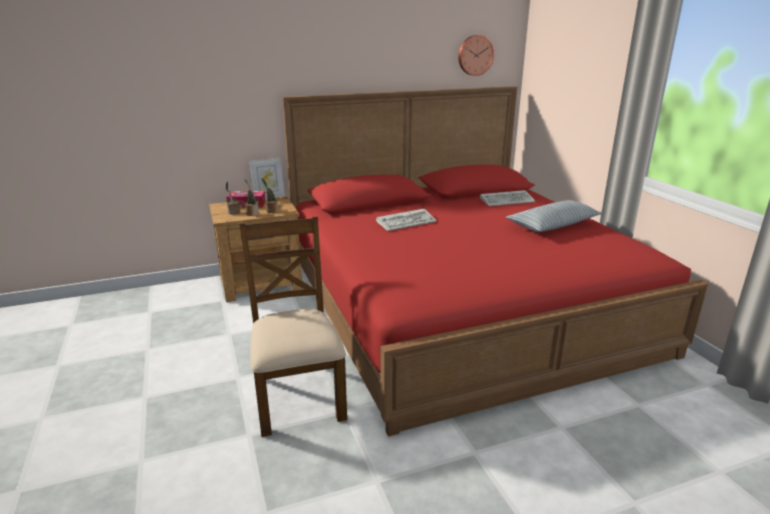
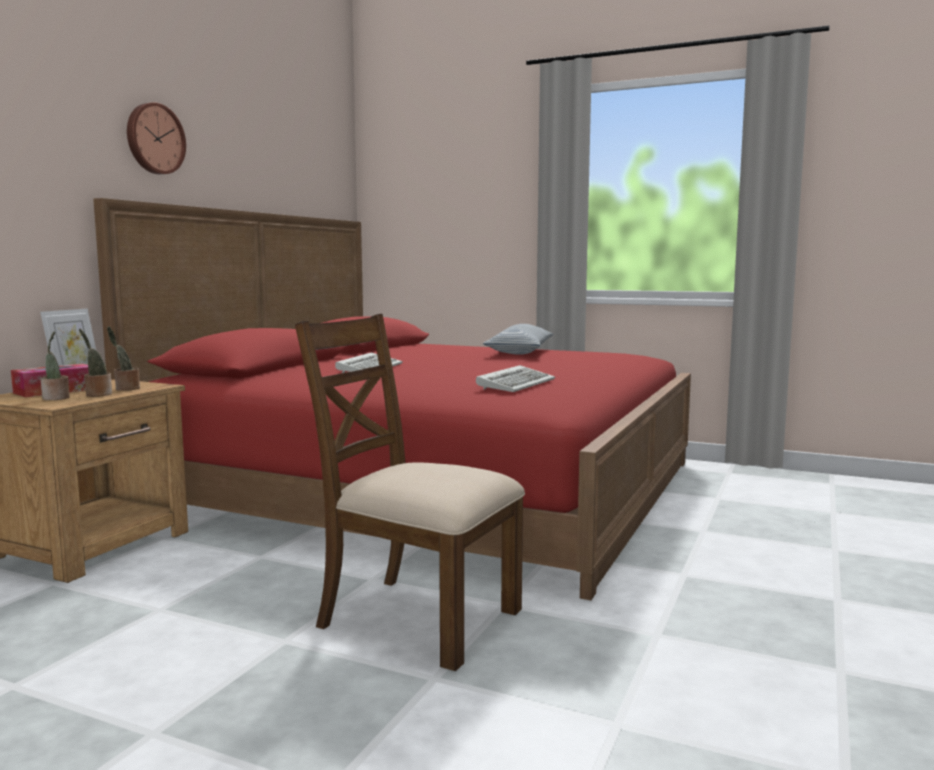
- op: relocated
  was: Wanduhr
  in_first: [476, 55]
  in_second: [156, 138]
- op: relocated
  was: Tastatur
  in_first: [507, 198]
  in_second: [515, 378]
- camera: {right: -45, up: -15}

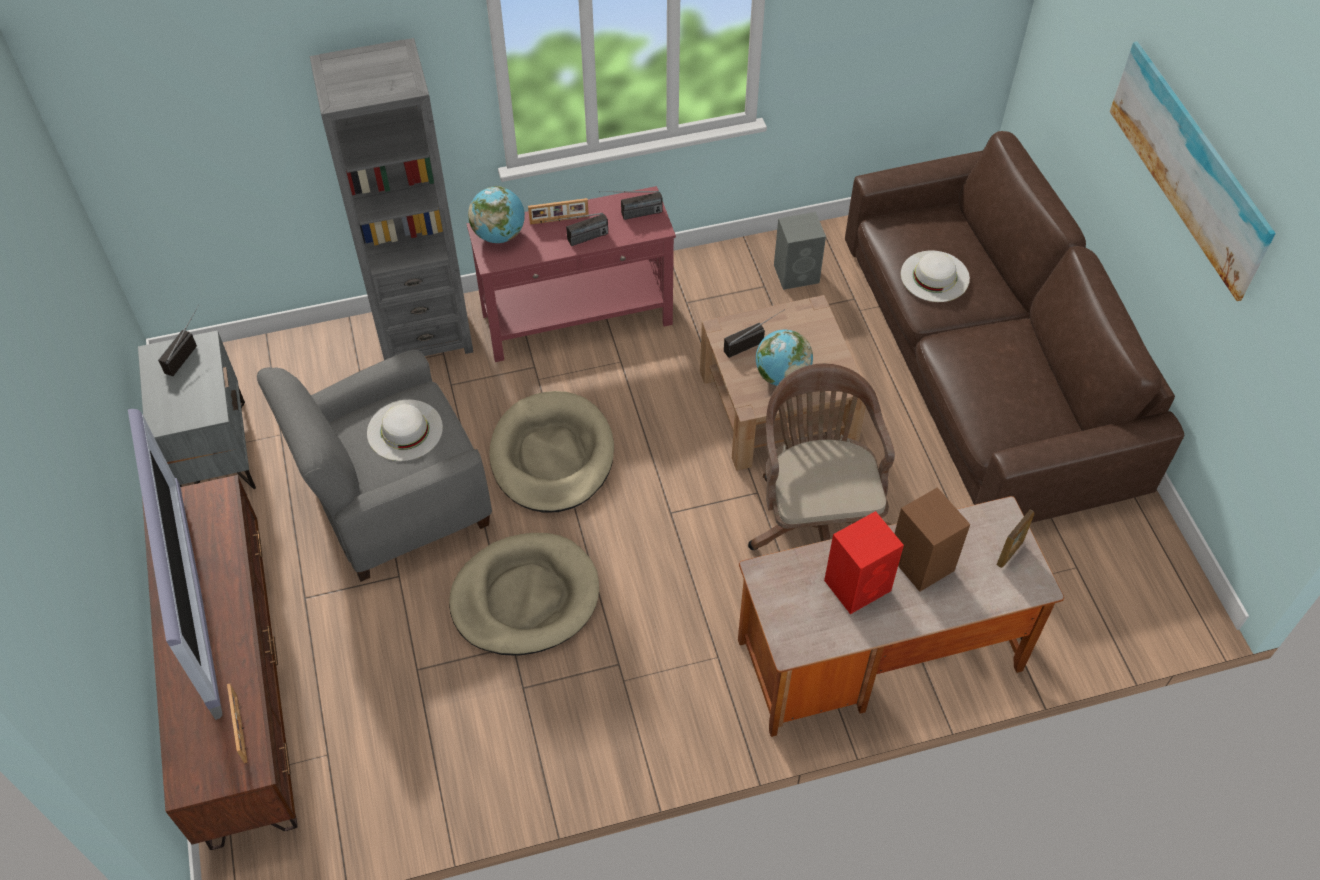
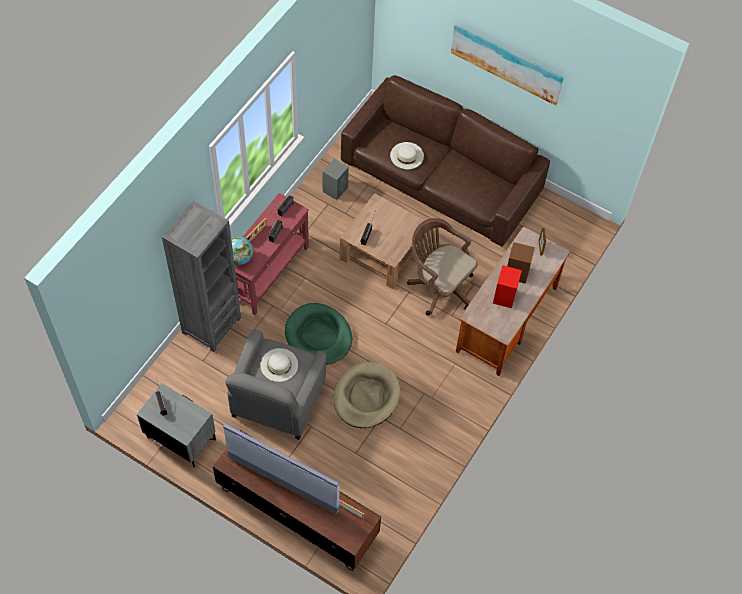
- op: colour
  was: Hundebett (beige)
  now: Hundebett (grün)
  in_first: [551, 452]
  in_second: [318, 334]
- op: missing
  was: Globus
  in_first: [784, 358]
- camera: {right: -45, up: 5}

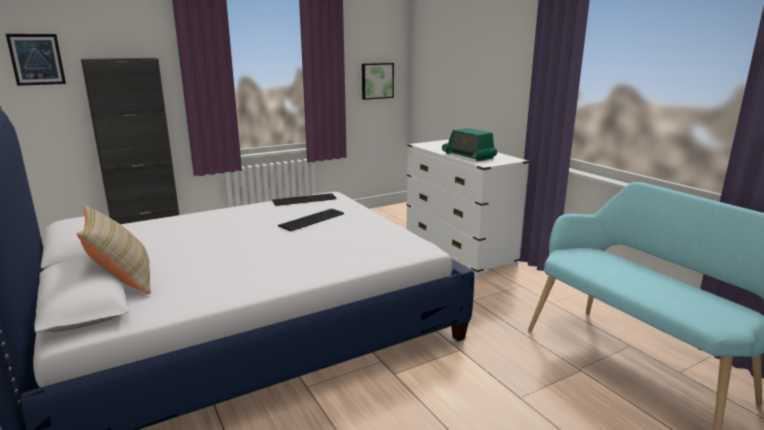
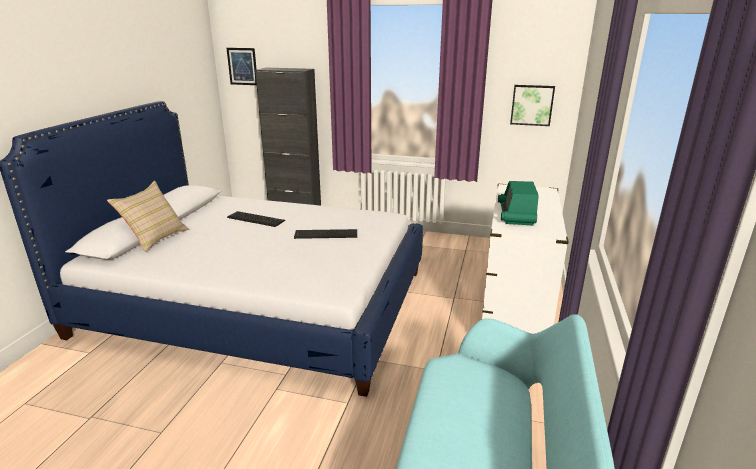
- op: relocated
  was: Tastatur
  in_first: [304, 199]
  in_second: [256, 219]
- camera: {right: 45, up: 5}

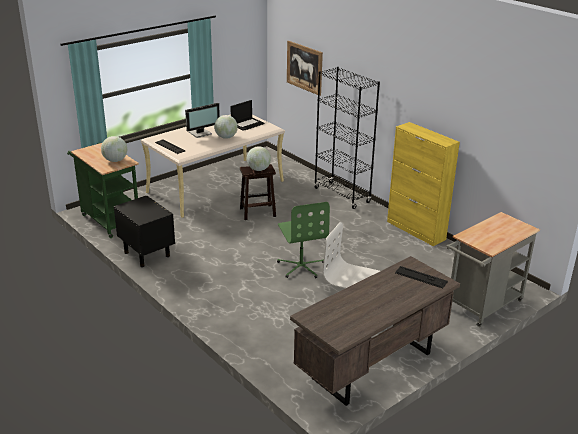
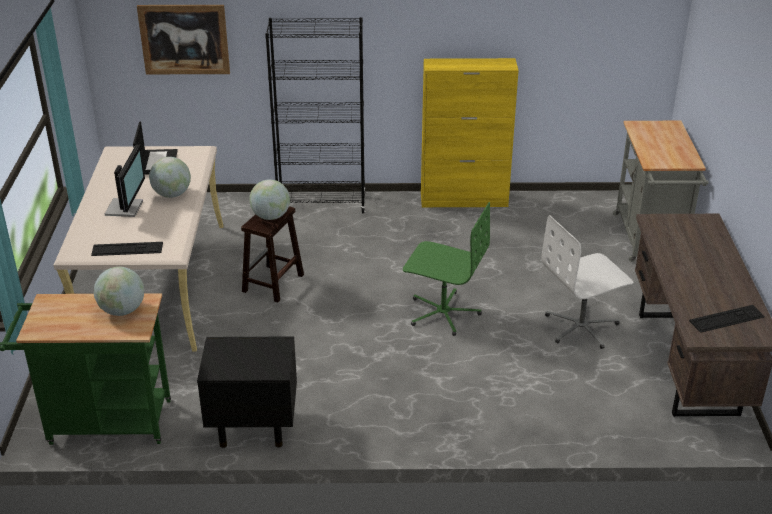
- op: relocated
  was: Tastatur
  in_first: [421, 277]
  in_second: [727, 319]
- camera: {right: -50, up: 5}

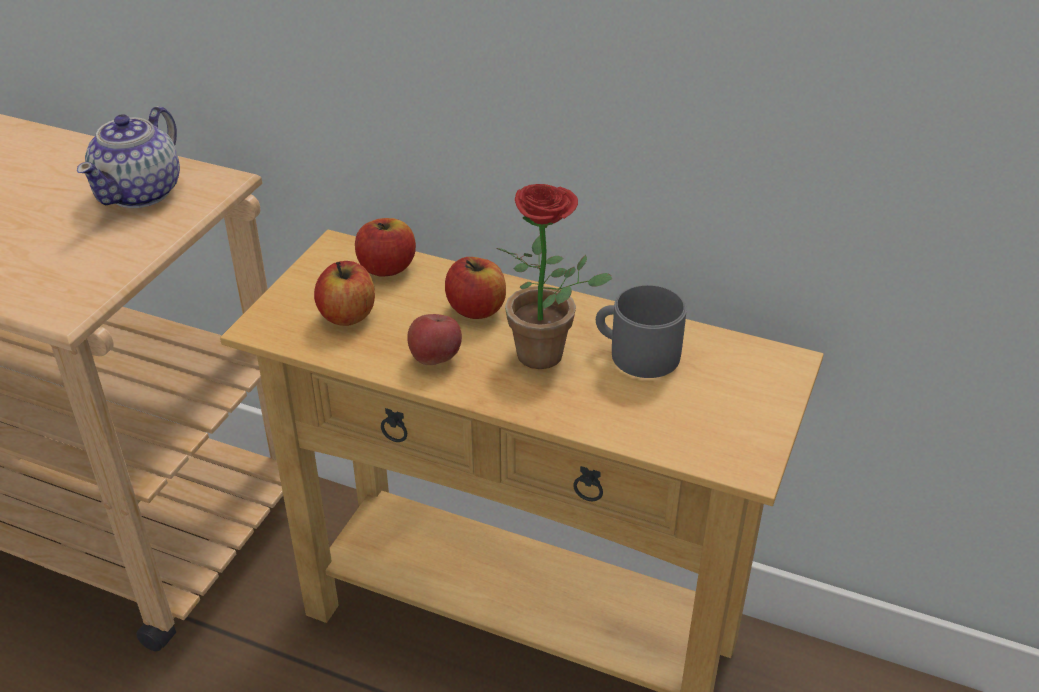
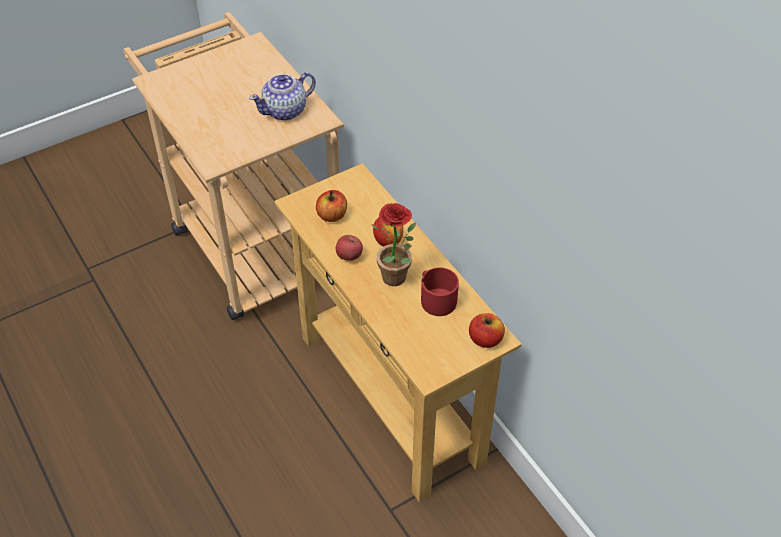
- op: relocated
  was: Apfel
  in_first: [385, 247]
  in_second: [487, 330]
- op: colour
  was: Henkelbecher (grau)
  now: Henkelbecher (rot)
  in_first: [641, 331]
  in_second: [440, 292]
- camera: {right: 35, up: 10}

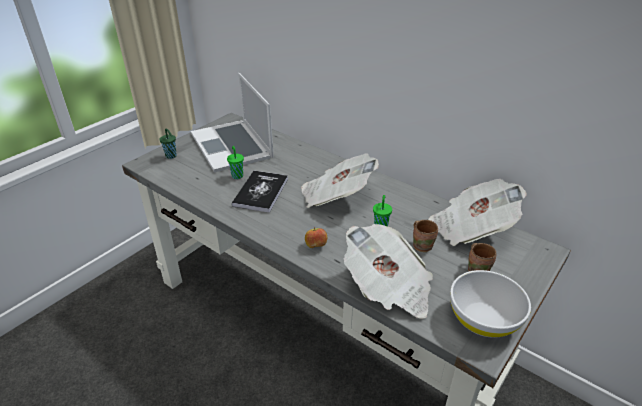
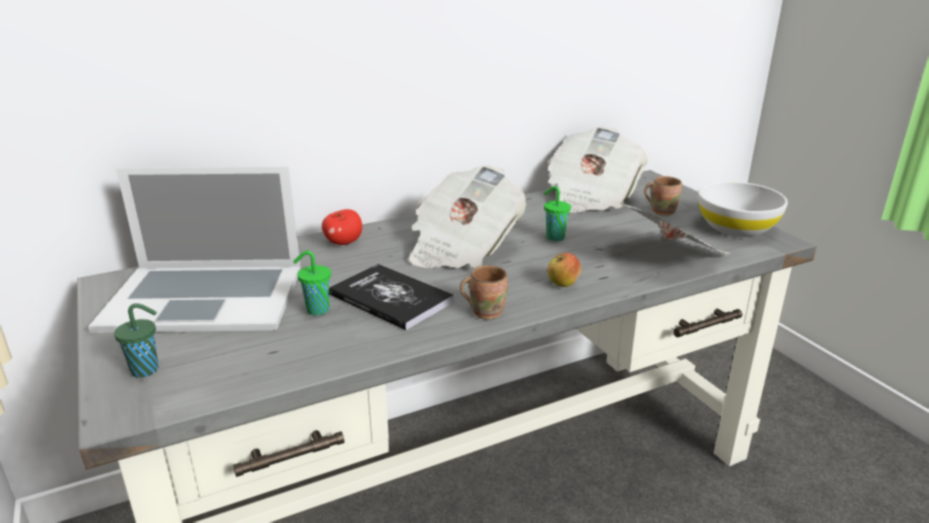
- op: relocated
  was: Henkelbecher (braun)
  in_first: [425, 236]
  in_second: [484, 292]
- op: appeared
  now: Apfel
  in_second: [342, 227]
- camera: {right: -65, up: -10}

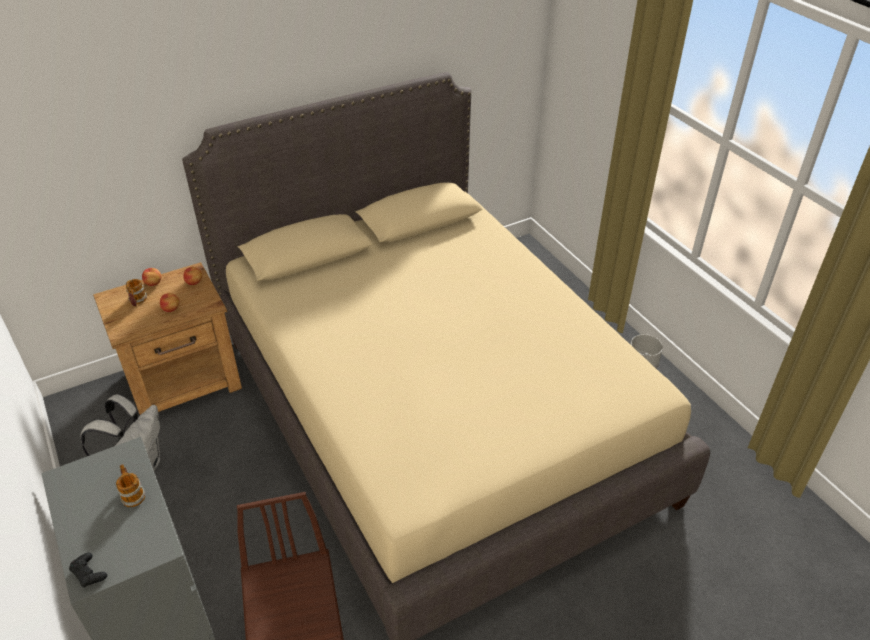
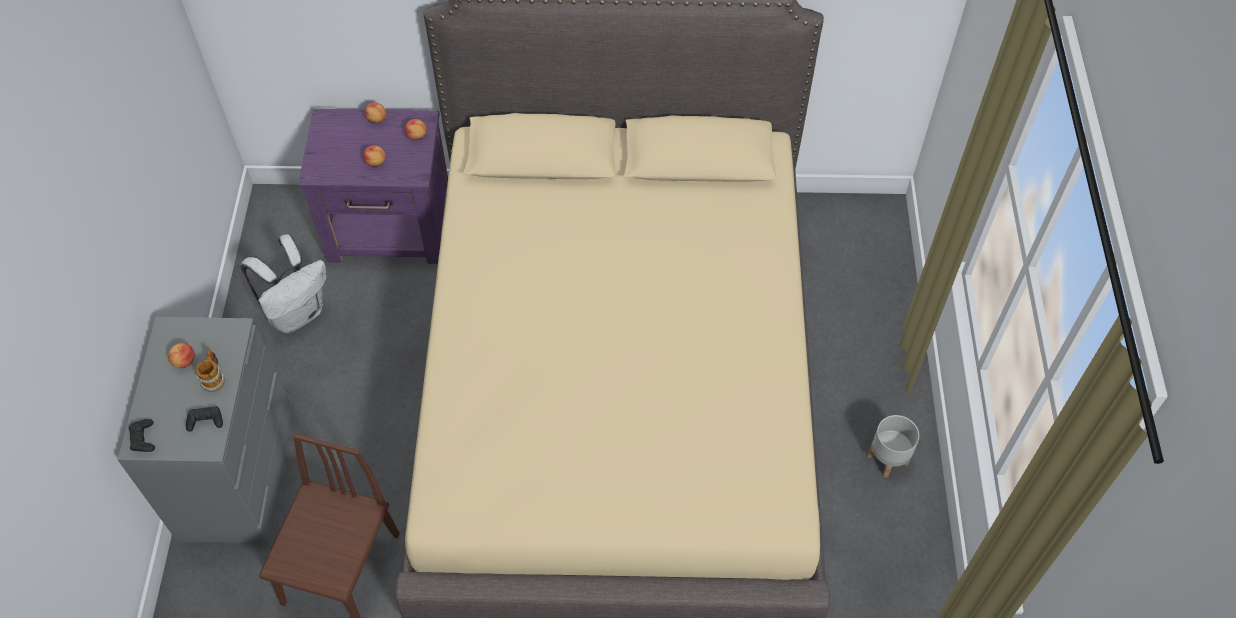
- op: colour
  was: Nachttisch (braun)
  now: Nachttisch (lila)
  in_first: [167, 338]
  in_second: [373, 186]
- op: missing
  was: Henkelbecher
  in_first: [136, 293]
- op: appeared
  now: Apfel
  in_second: [181, 355]
- op: appeared
  now: Gamepad (schwarz)
  in_second: [204, 419]
- camera: {right: 30, up: 15}

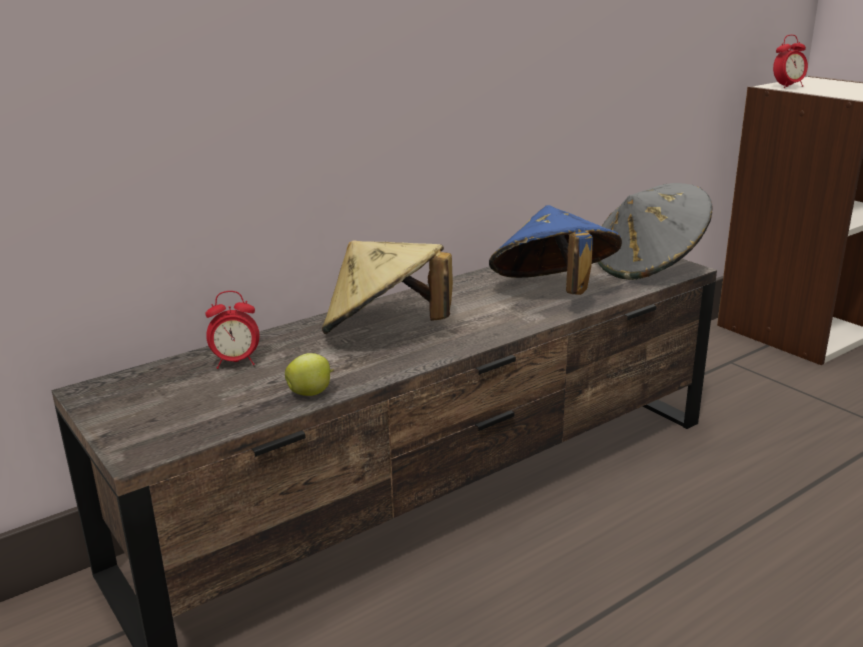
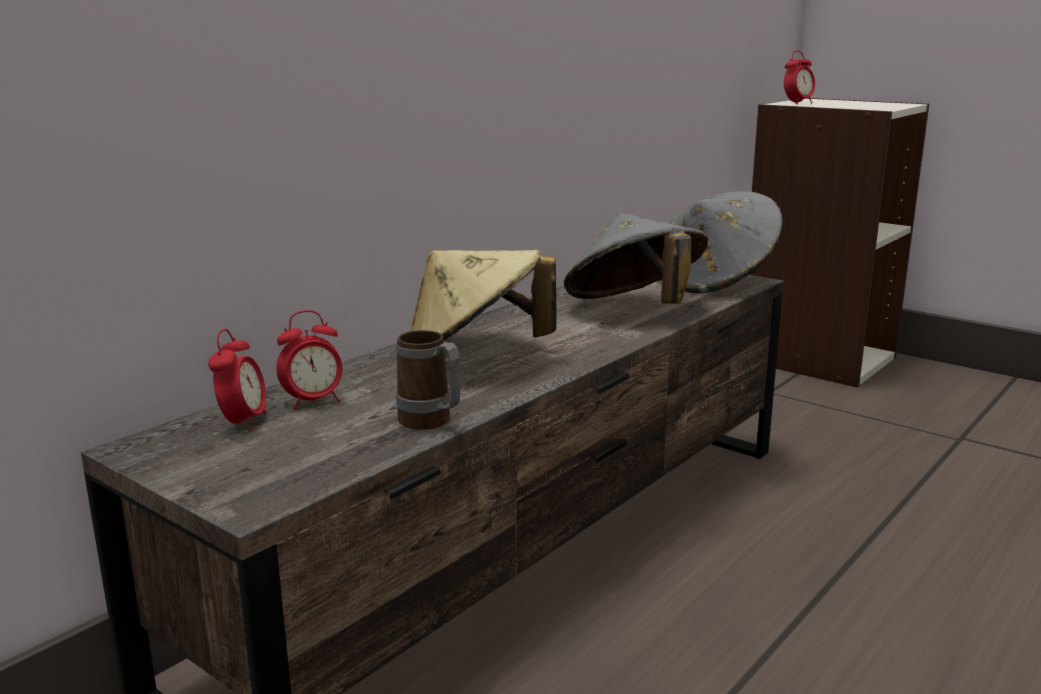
- op: exchanged
  was: Apfel
  now: Henkelbecher
  in_first: [309, 374]
  in_second: [428, 380]
- op: colour
  was: Hut (blau)
  now: Hut (grau)
  in_first: [555, 250]
  in_second: [636, 258]
- op: appeared
  now: Wecker
  in_second: [237, 380]
- camera: {right: -15, up: -5}

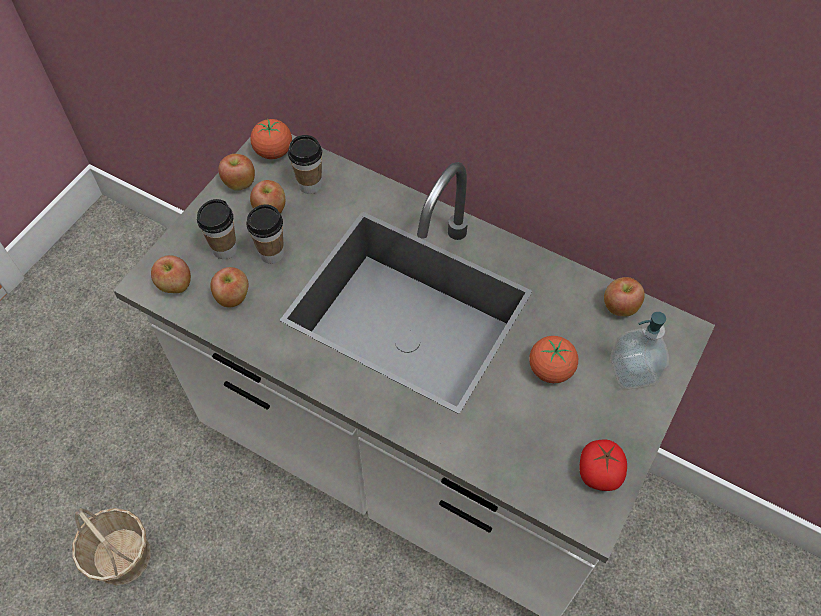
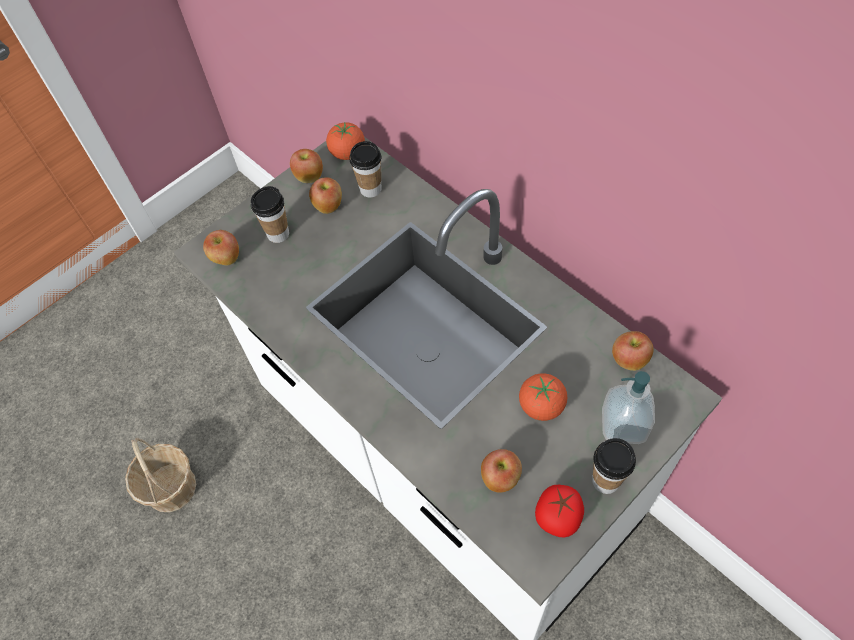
- op: relocated
  was: Apfel
  in_first: [229, 287]
  in_second: [501, 471]
- op: relocated
  was: Tasse
  in_first: [265, 234]
  in_second: [614, 466]
- camera: {right: 20, up: 0}

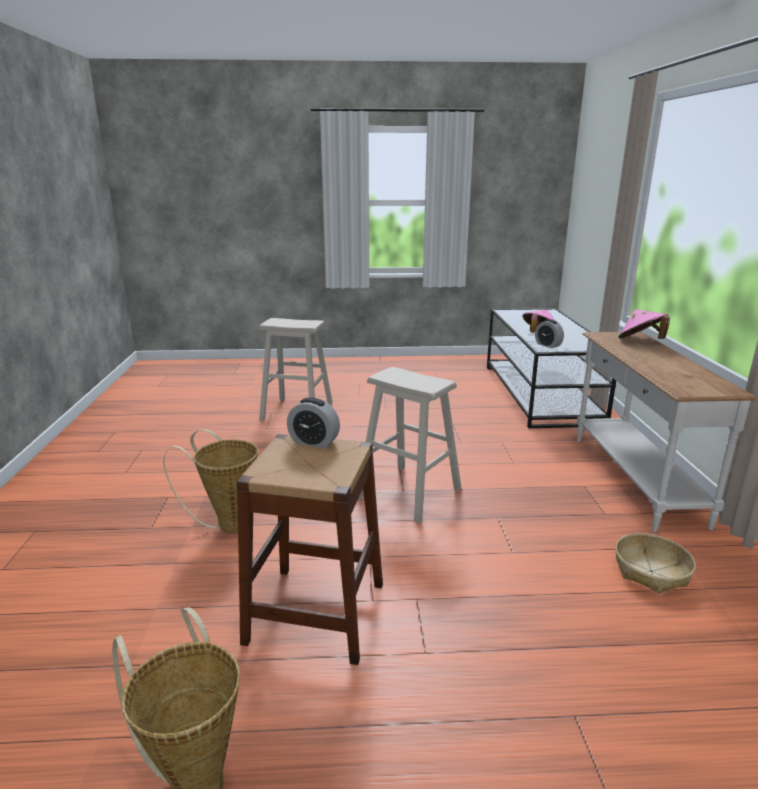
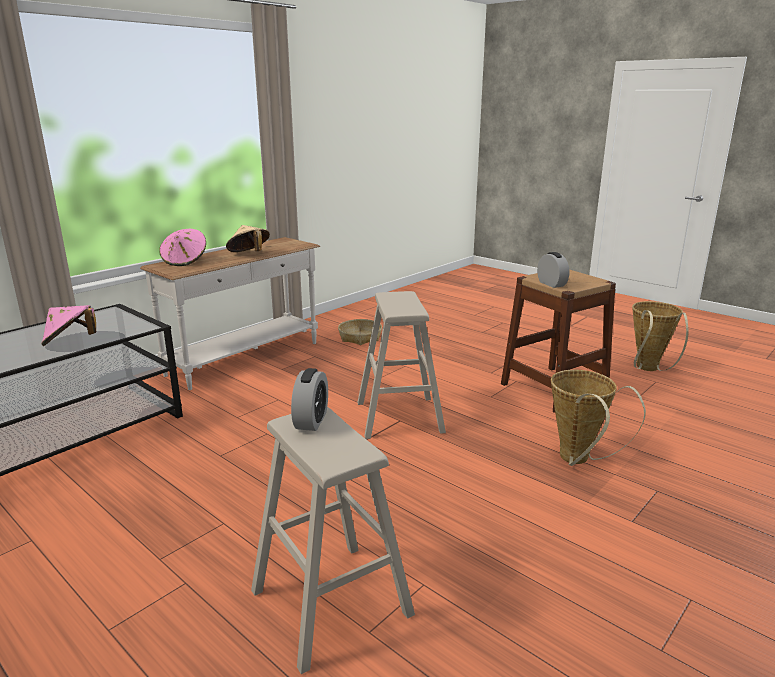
- op: relocated
  was: Wecker
  in_first: [549, 333]
  in_second: [309, 399]
- op: appeared
  now: Hut (beige)
  in_second: [248, 238]
- camera: {right: -135, up: 0}

